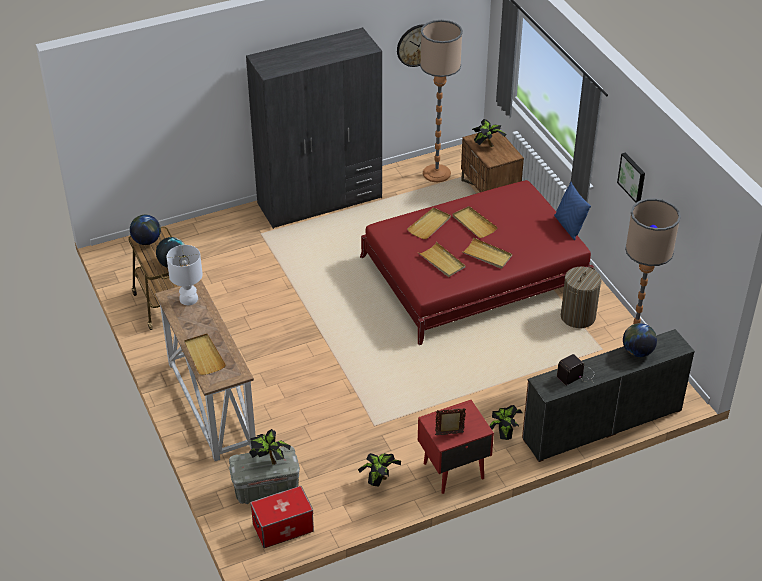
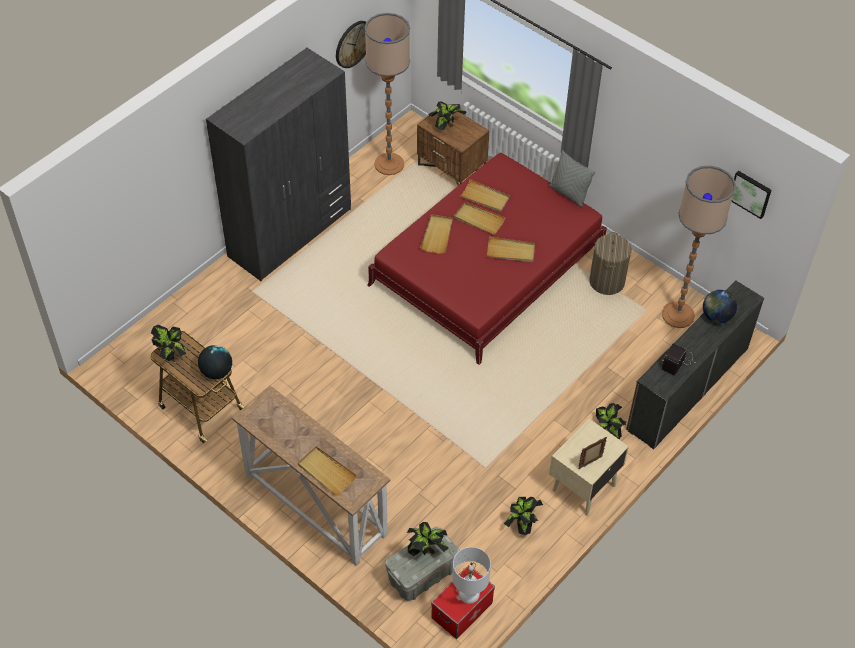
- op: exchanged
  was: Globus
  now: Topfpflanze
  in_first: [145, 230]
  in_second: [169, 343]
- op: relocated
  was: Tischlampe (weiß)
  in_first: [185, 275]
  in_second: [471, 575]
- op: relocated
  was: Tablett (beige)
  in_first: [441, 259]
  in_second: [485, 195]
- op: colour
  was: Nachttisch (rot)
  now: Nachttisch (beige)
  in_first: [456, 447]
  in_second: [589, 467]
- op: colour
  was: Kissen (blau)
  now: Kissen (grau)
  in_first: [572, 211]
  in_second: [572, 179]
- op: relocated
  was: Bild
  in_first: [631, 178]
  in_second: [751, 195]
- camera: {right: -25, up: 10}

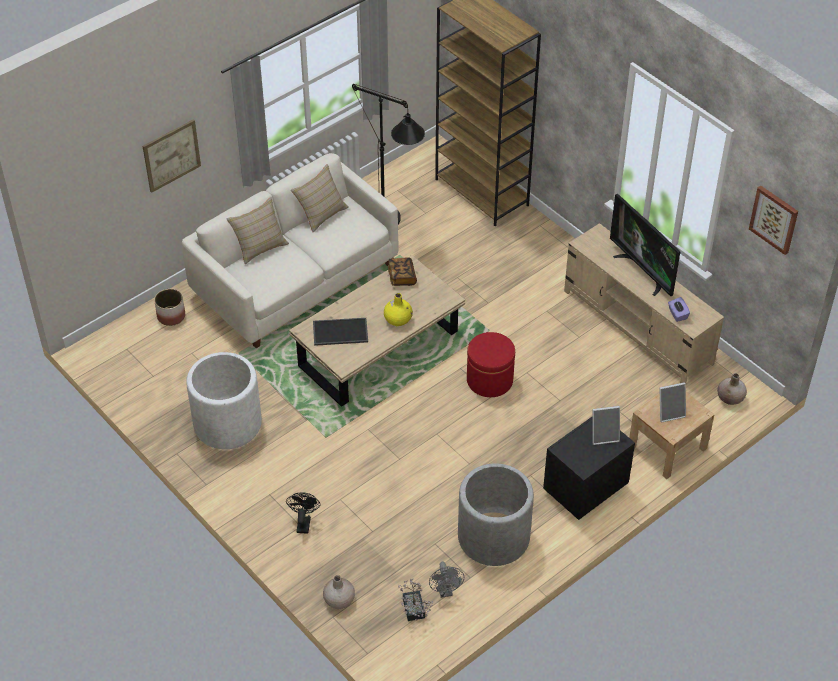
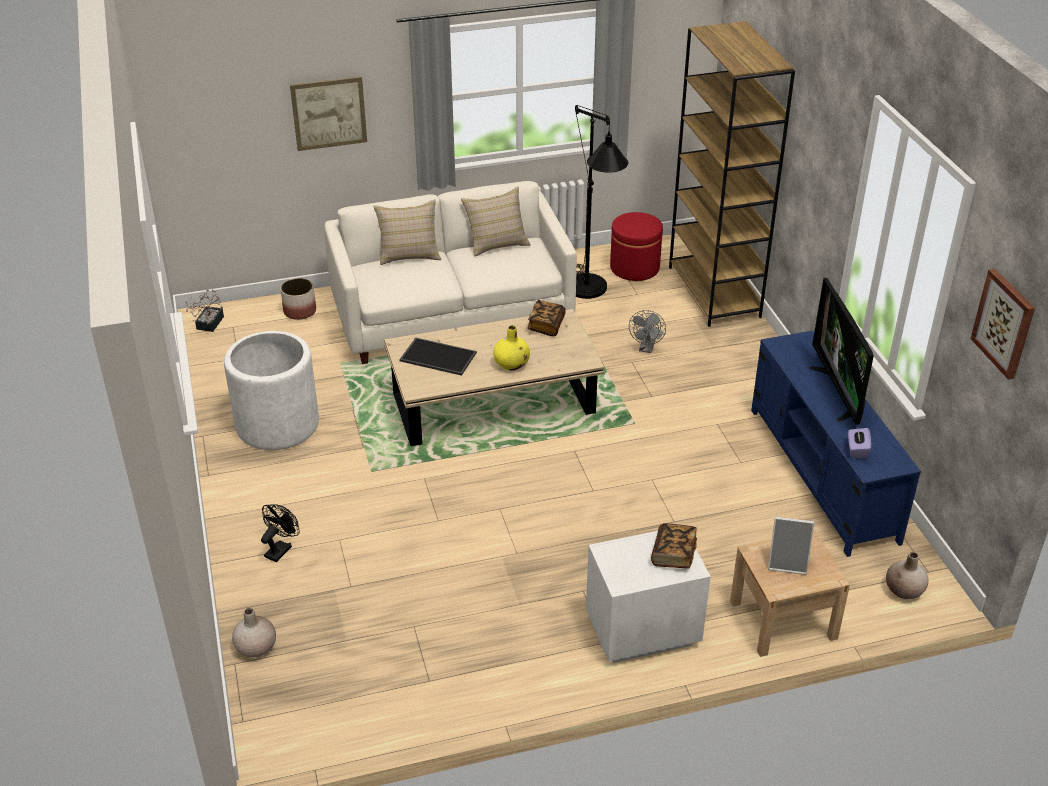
- op: relocated
  was: Topfpflanze
  in_first: [415, 599]
  in_second: [205, 310]
- op: relocated
  was: Ventilator (grau)
  in_first: [446, 579]
  in_second: [647, 331]
- op: missing
  was: Pflanzkübel (grau)
  in_first: [496, 514]
- op: relocated
  was: Polsterhocker (rot)
  in_first: [491, 364]
  in_second: [636, 246]
- op: colour
  was: Nachttisch (schwarz)
  now: Nachttisch (weiß)
  in_first: [589, 468]
  in_second: [648, 597]
- op: colour
  was: Fernsehschrank (beige)
  now: Fernsehschrank (blau)
  in_first: [644, 303]
  in_second: [836, 444]
- op: exchanged
  was: Bilderrahmen
  now: Buch
  in_first: [606, 425]
  in_second: [674, 546]
- camera: {right: 25, up: -10}

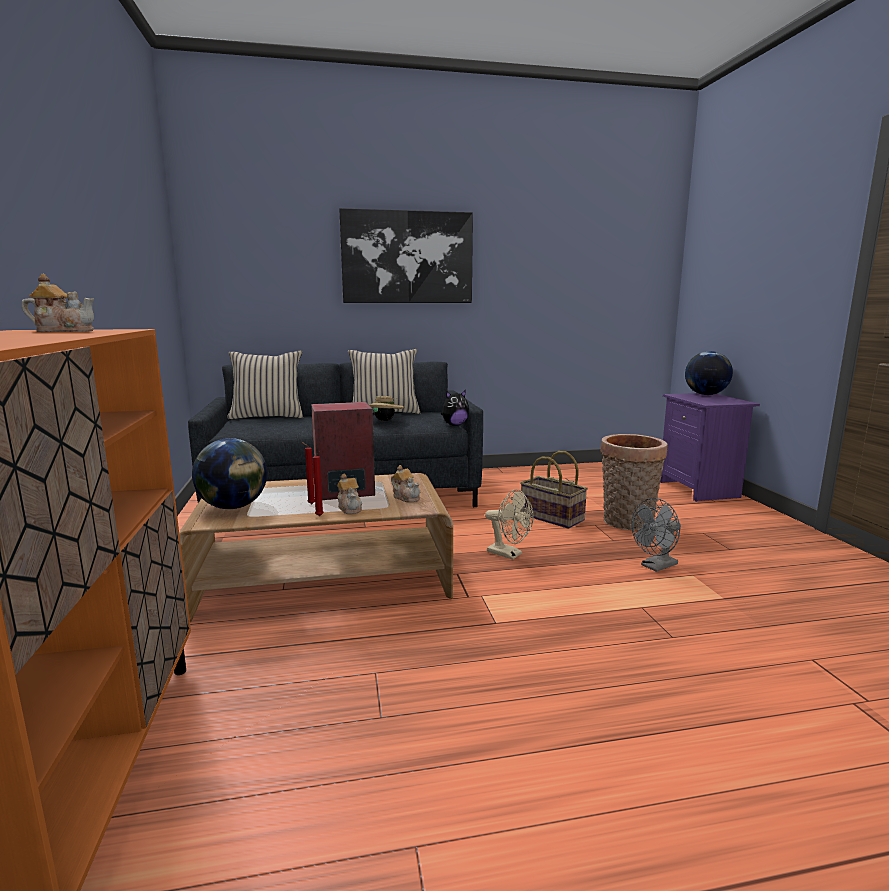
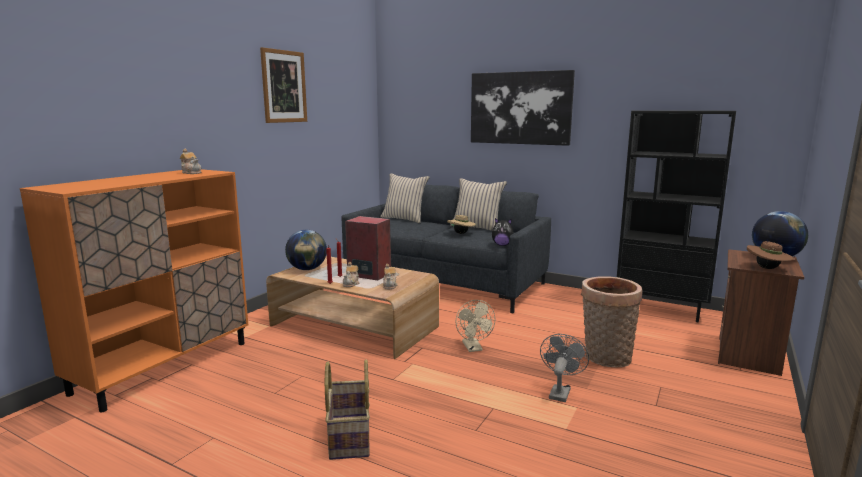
- op: relocated
  was: Korb
  in_first: [554, 490]
  in_second: [347, 410]
- op: spun
  was: Ventilator (grau)
  in_first: [656, 535]
  in_second: [564, 368]
  clockwise: 105
- op: colour
  was: Nachttisch (lila)
  now: Nachttisch (braun)
  in_first: [710, 447]
  in_second: [761, 312]
- op: appeared
  now: Bild
  in_second: [283, 85]
- op: appeared
  now: Bücherregal (schwarz)
  in_second: [676, 216]
- op: appeared
  now: Hut (braun)
  in_second: [770, 255]
- camera: {right: 40, up: 0}

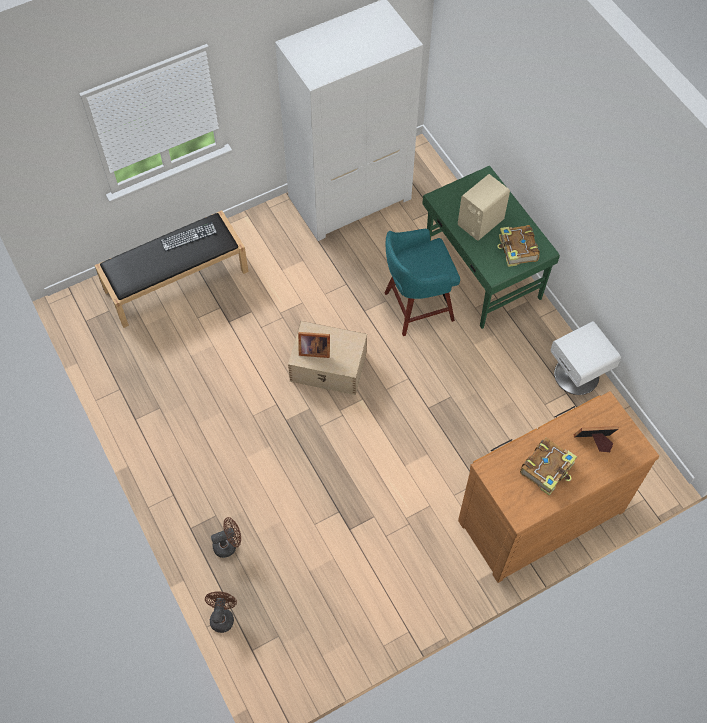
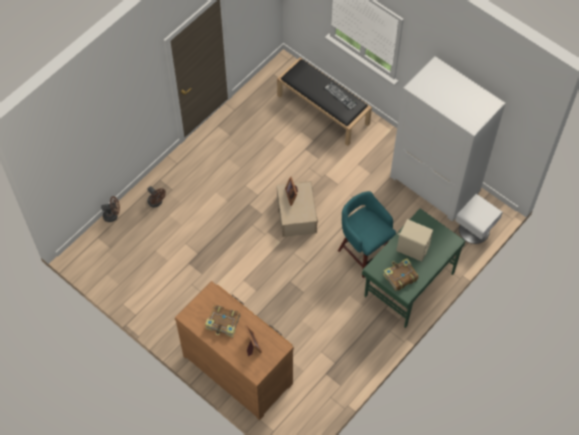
- op: relocated
  was: Nachttisch (weiß)
  in_first: [586, 358]
  in_second: [479, 219]
- camera: {right: 70, up: 0}

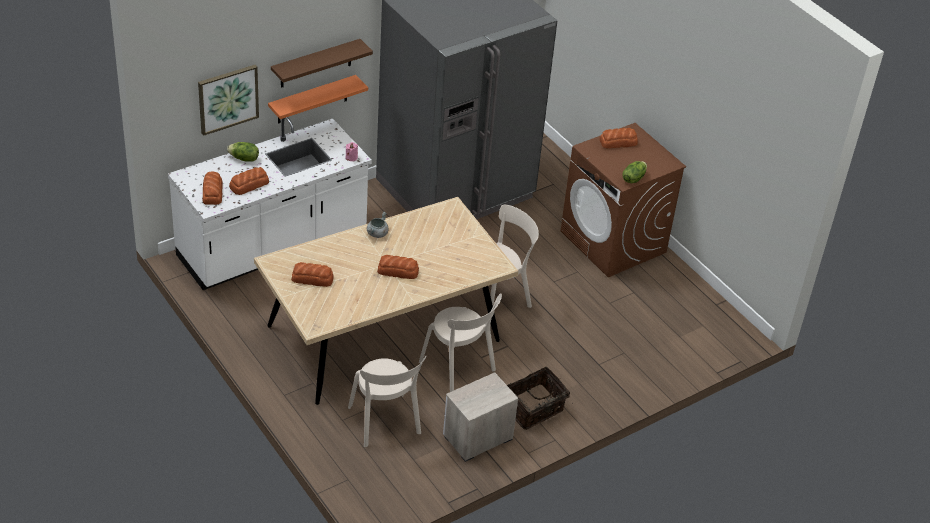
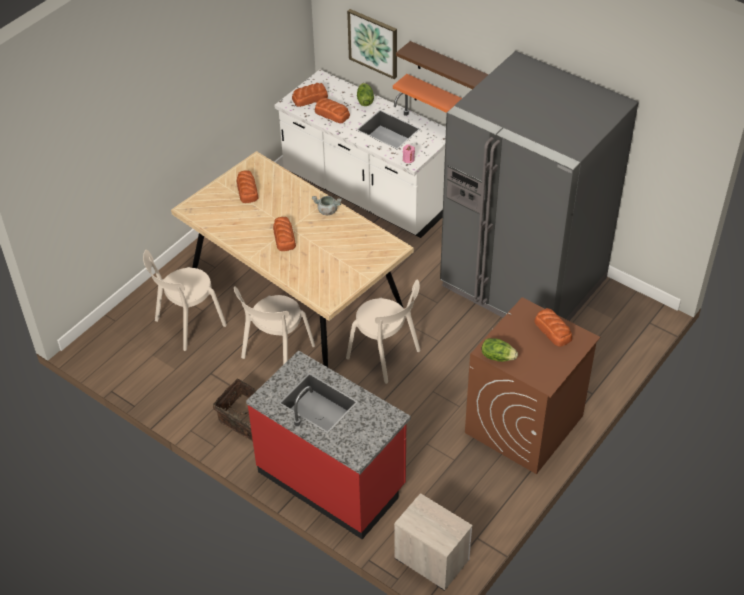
- op: relocated
  was: Nachttisch
  in_first: [481, 417]
  in_second: [433, 542]
- op: appeared
  now: Küchenzeile (rot)
  in_second: [328, 444]
- camera: {right: 75, up: 5}

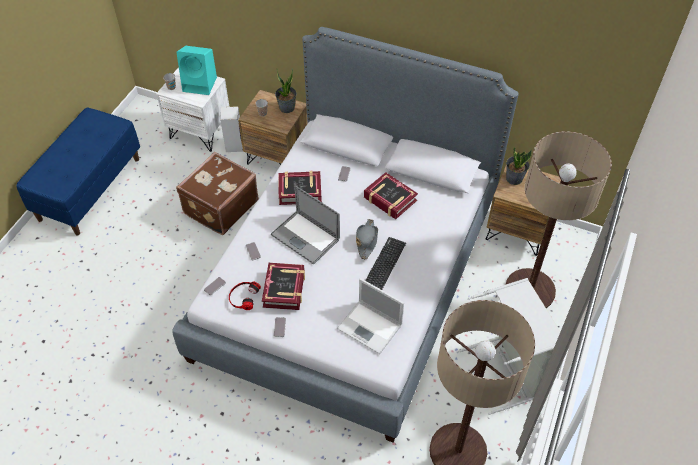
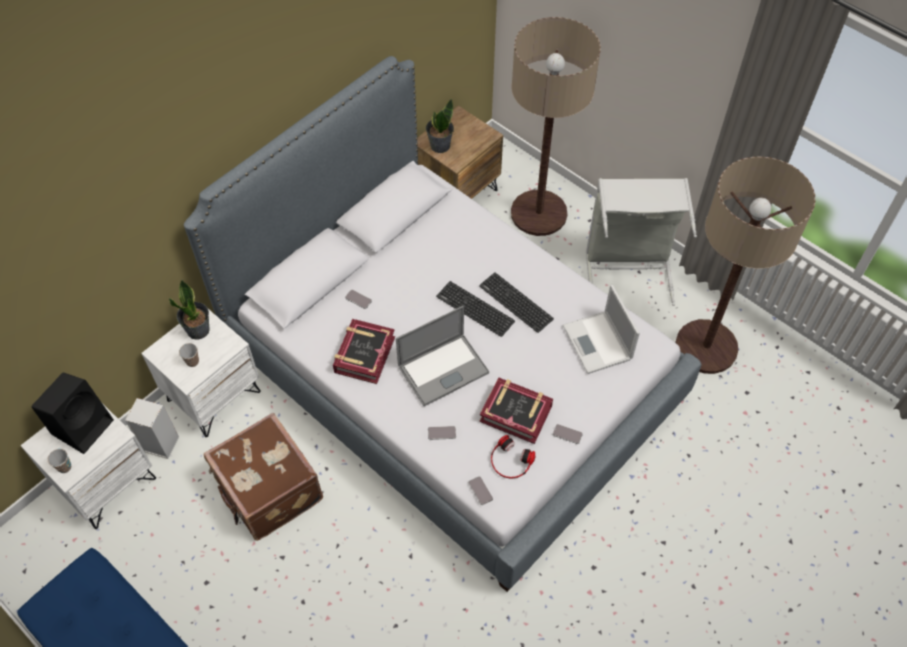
- op: colour
  was: Lautsprecher (türkis)
  now: Lautsprecher (schwarz)
  in_first: [196, 70]
  in_second: [72, 413]
- op: colour
  was: Nachttisch (braun)
  now: Nachttisch (weiß)
  in_first: [273, 127]
  in_second: [201, 373]
- op: spun
  was: Laptop
  in_first: [370, 316]
  in_second: [601, 329]
  clockwise: 105
- op: exchanged
  was: Hut (grau)
  now: Tastatur
  in_first: [367, 239]
  in_second: [475, 309]
- op: missing
  was: Buch
  in_first: [391, 195]
- camera: {right: -70, up: 5}

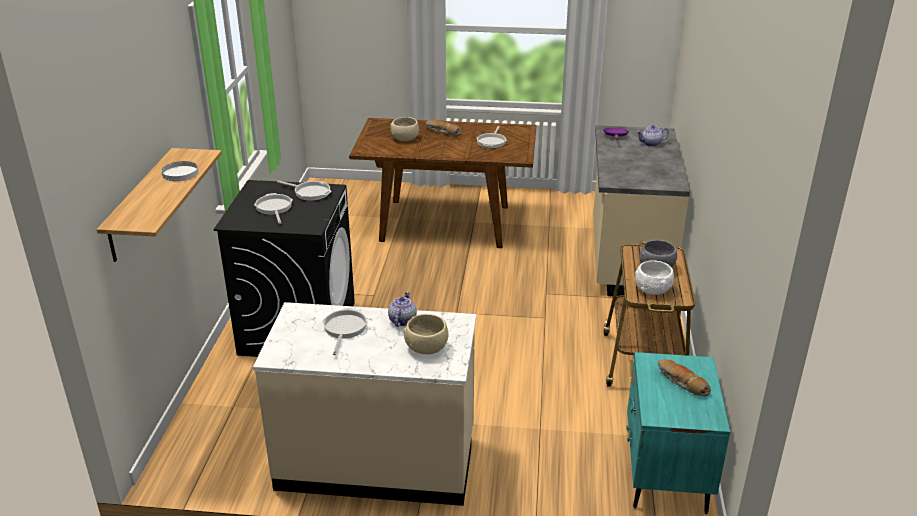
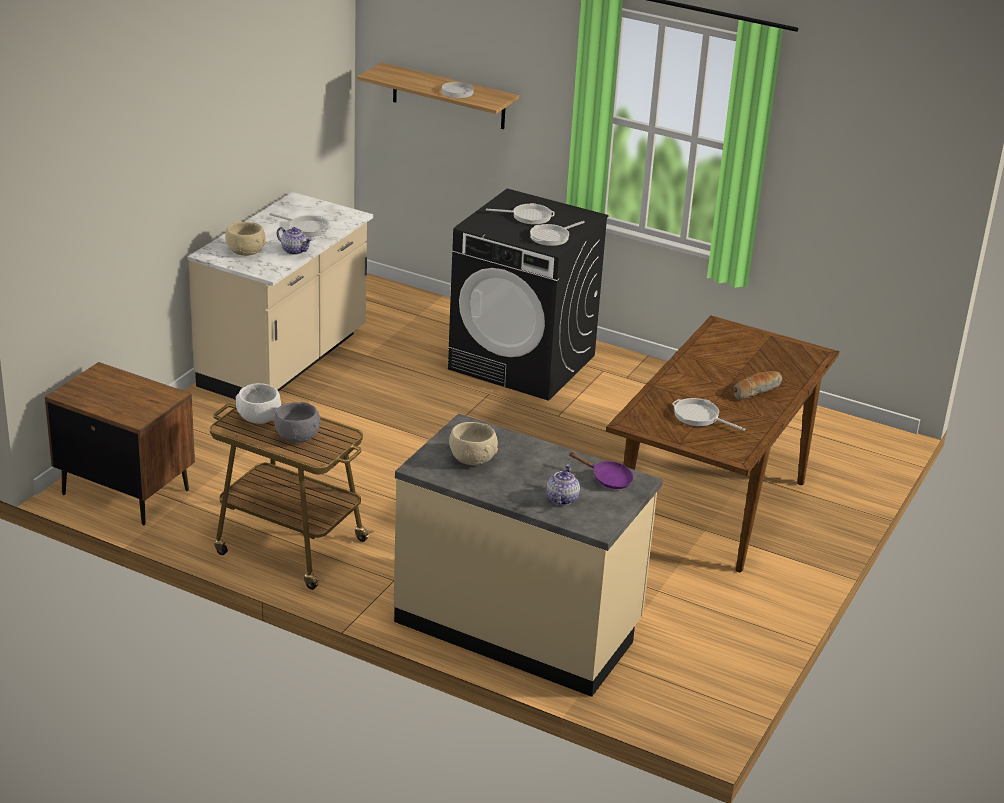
- op: relocated
  was: Schüssel (beige)
  in_first: [404, 129]
  in_second: [473, 443]
- op: colour
  was: Nachttisch (türkis)
  now: Nachttisch (braun)
  in_first: [678, 433]
  in_second: [120, 443]
- op: missing
  was: Brot
  in_first: [684, 377]
- camera: {right: 110, up: 0}

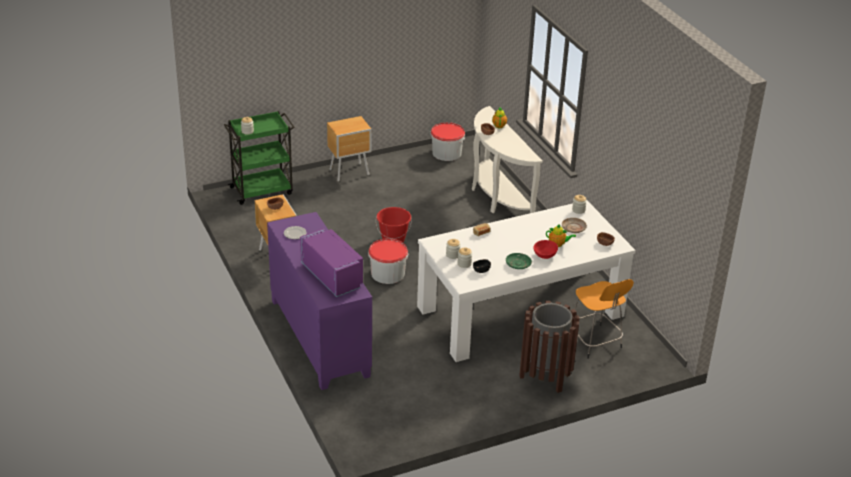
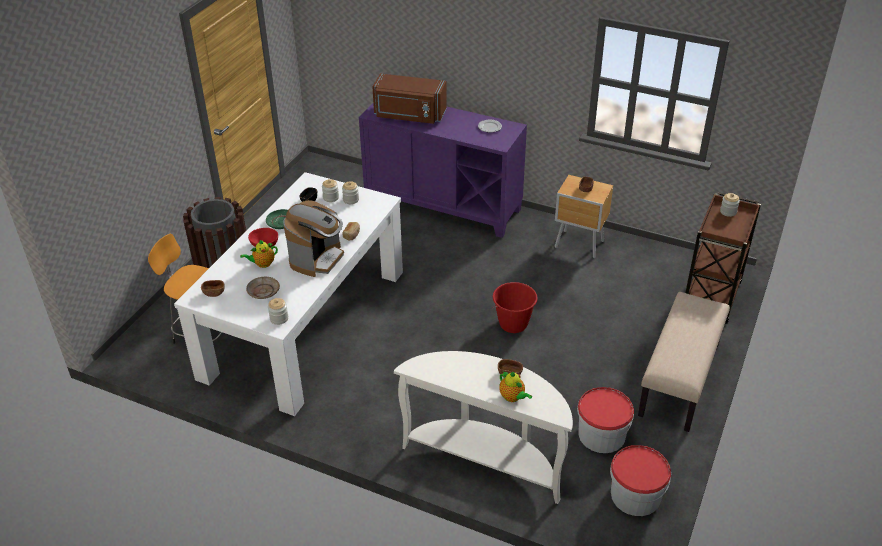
- op: colour
  was: Rollwagen (grün)
  now: Rollwagen (braun)
  in_first: [259, 158]
  in_second: [723, 258]
- op: colour
  was: Mikrowelle (lila)
  now: Mikrowelle (braun)
  in_first: [331, 263]
  in_second: [409, 98]
- op: exchanged
  was: Nachttisch (braun)
  now: Bank (beige)
  in_first: [349, 149]
  in_second: [684, 362]
- op: relocated
  was: Eimer
  in_first: [388, 261]
  in_second: [605, 420]
- op: appeared
  now: Kaffeemaschine
  in_second: [313, 238]
- camera: {right: 140, up: 5}

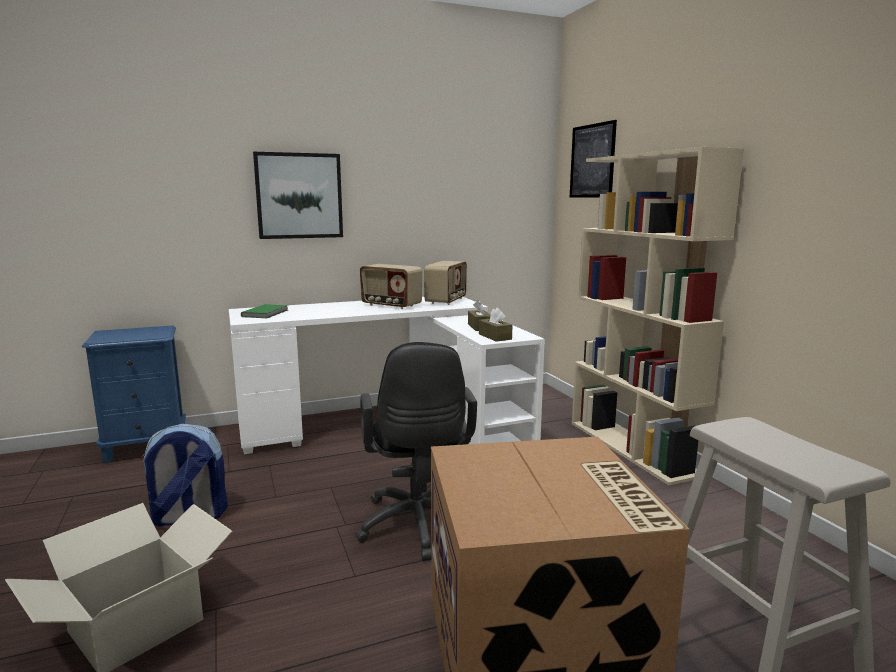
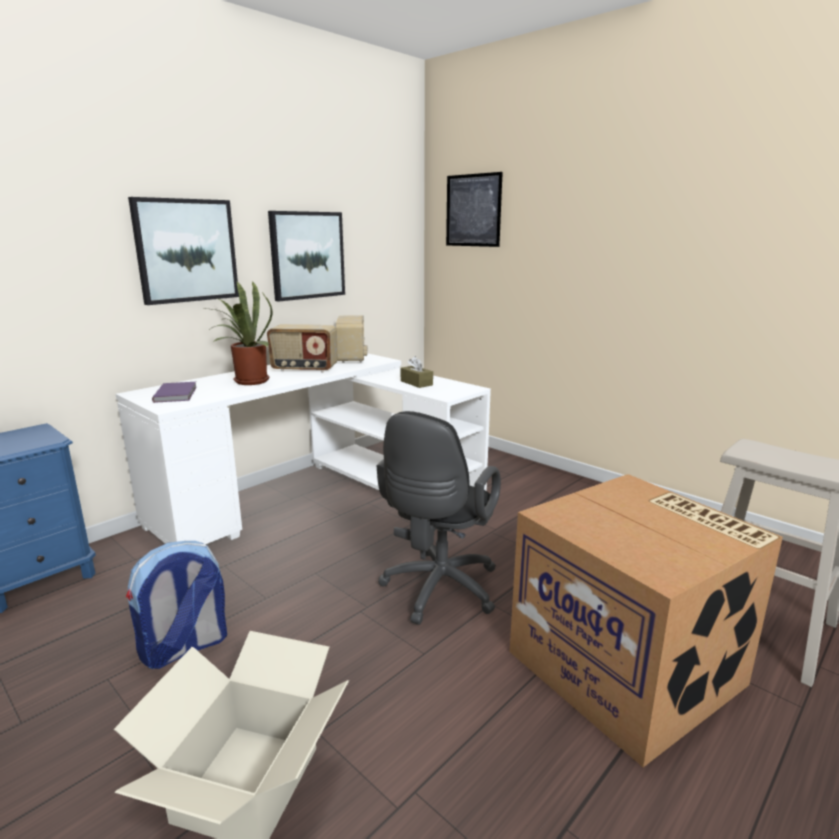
- op: colour
  was: Buch (grün)
  now: Buch (lila)
  in_first: [264, 311]
  in_second: [174, 392]
- op: spun
  was: Bürostuhl (schwarz)
  in_first: [416, 451]
  in_second: [439, 518]
  clockwise: 60
- op: missing
  was: Taschentuchbox (braun)
  in_first: [495, 325]
- op: missing
  was: Bücherregal (beige)
  in_first: [658, 316]
- op: appeared
  now: Topfpflanze
  in_second: [242, 333]
- op: appeared
  now: Bild
  in_second: [306, 256]
- camera: {right: -25, up: 5}

